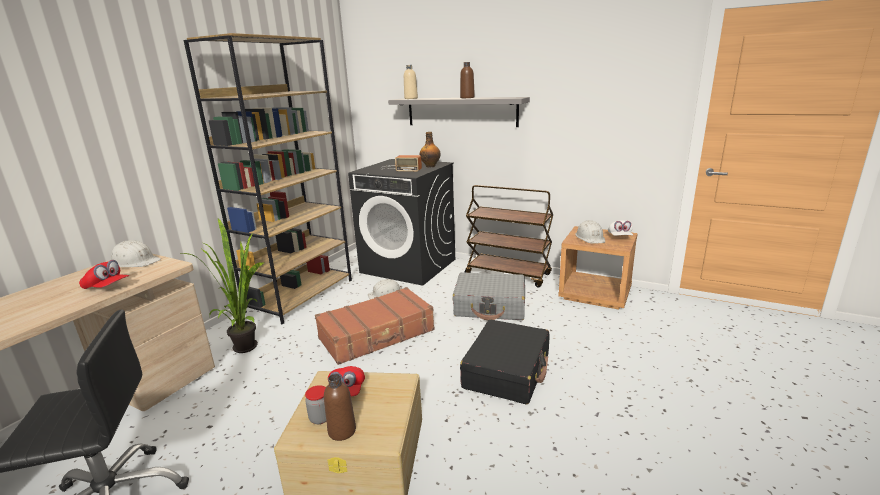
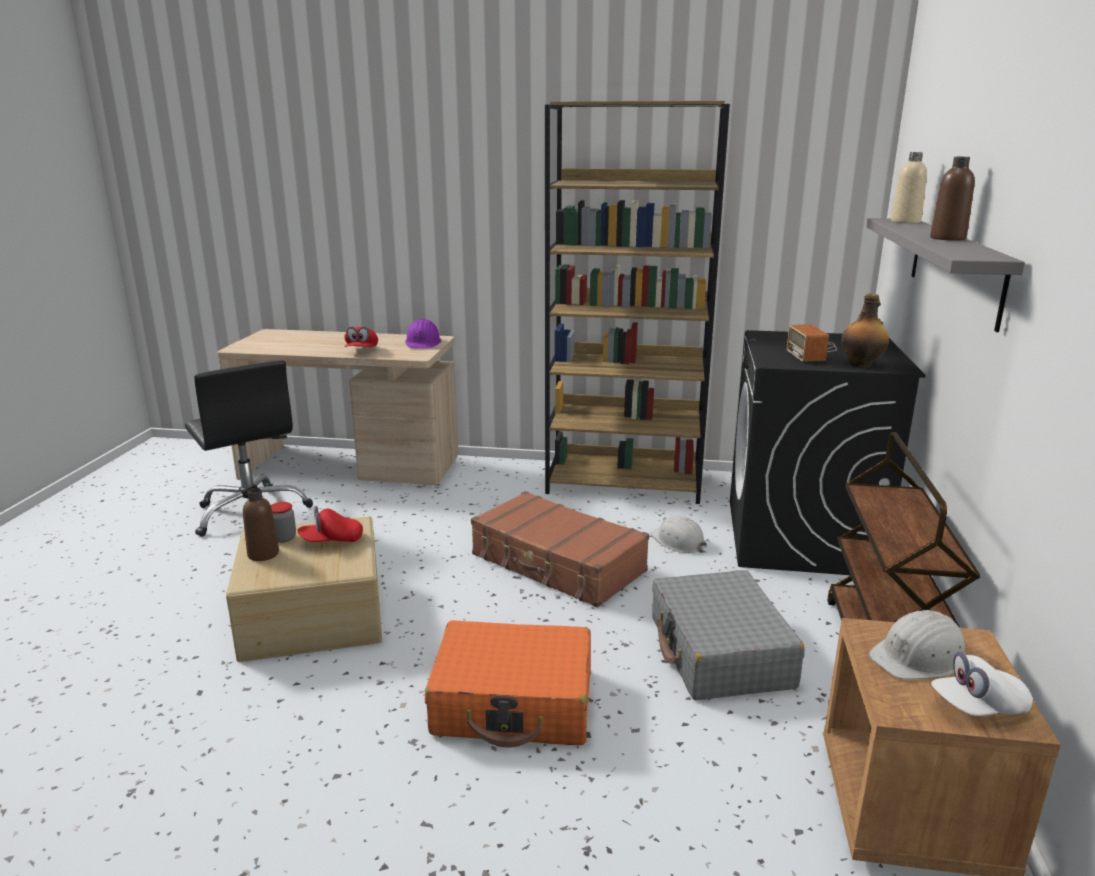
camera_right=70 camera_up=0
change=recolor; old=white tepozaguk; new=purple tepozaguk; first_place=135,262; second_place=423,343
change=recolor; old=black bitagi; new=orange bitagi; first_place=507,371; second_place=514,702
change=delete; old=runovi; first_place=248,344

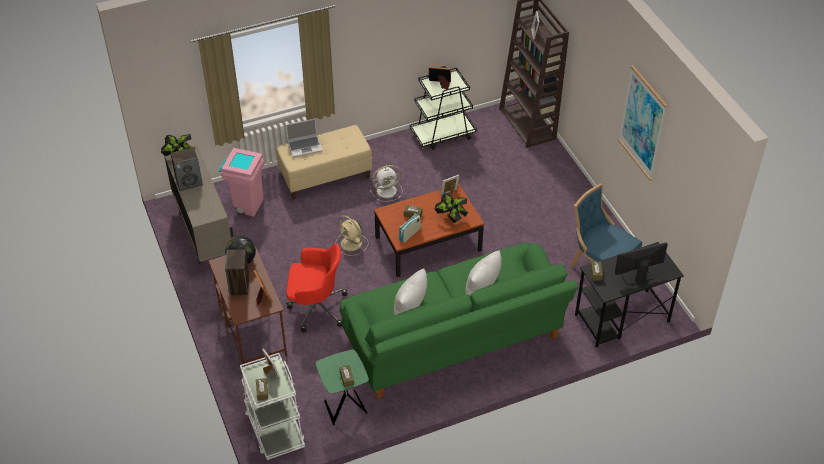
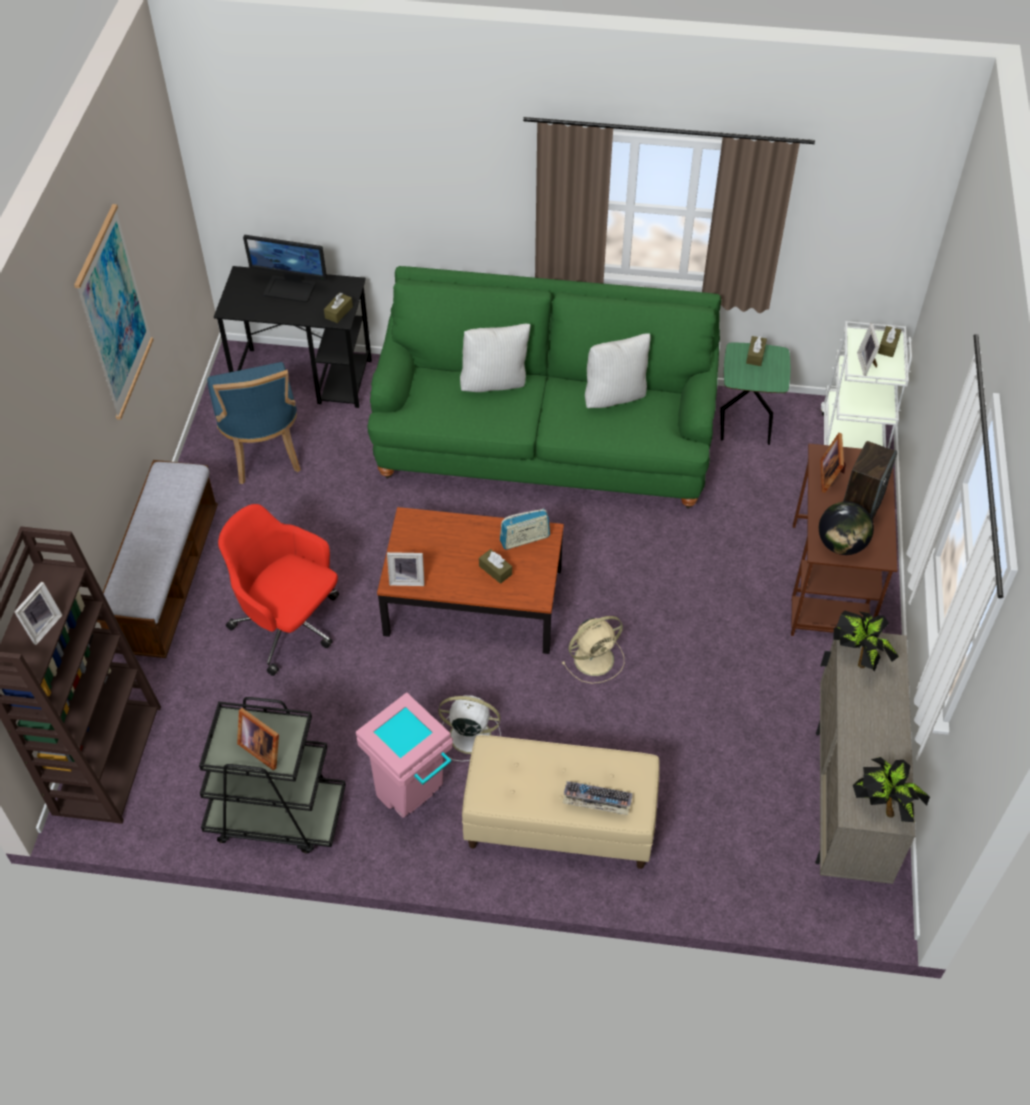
camera_right=-150 camera_up=5
change=insert; new=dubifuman; second_place=167,580
change=move; old=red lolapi; first_place=316,307; second_place=289,626
change=move; old=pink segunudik; first_place=246,205; second_place=413,798
change=rotate; old=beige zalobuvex; first_place=352,244; second_place=595,658; degrees=75
change=replace; old=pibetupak; new=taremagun; first_place=305,146; second_place=596,802
change=move; old=runovi; first_place=451,218; second_place=859,657
change=delete; old=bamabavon; first_place=189,182

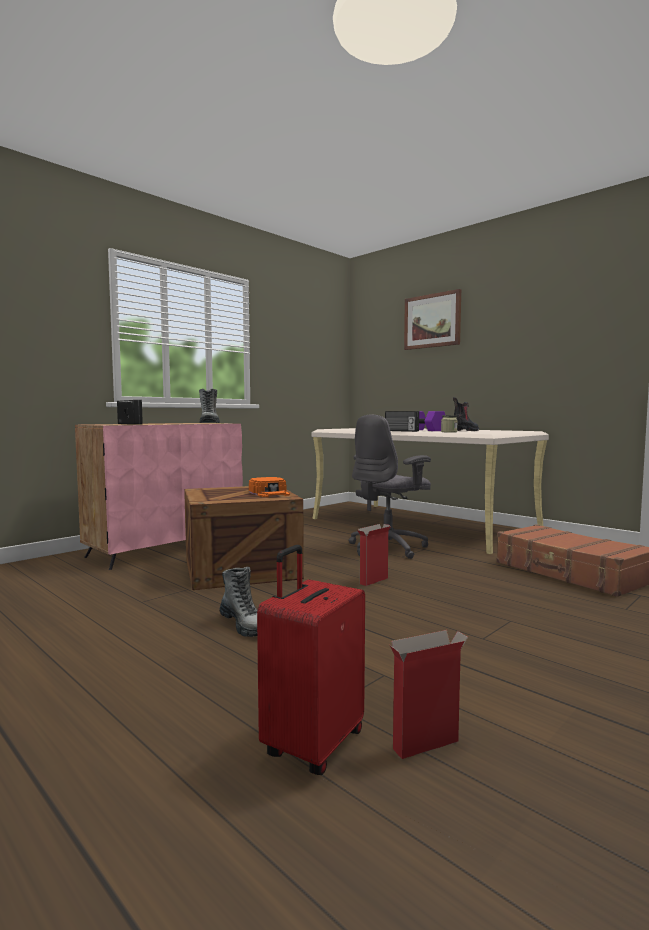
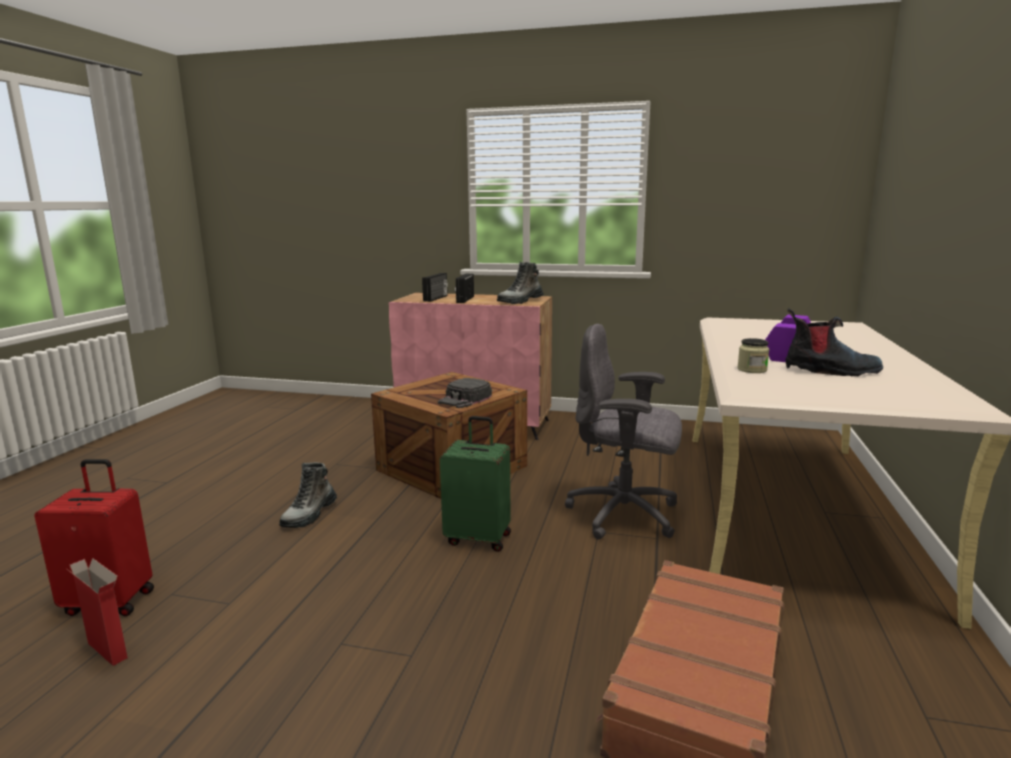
camera_right=60 camera_up=10
change=recolor; old=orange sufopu; new=black sufopu; first_place=269,493; second_place=464,399
change=replace; old=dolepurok; new=green bitagi; first_place=373,581; second_place=479,538
change=move; old=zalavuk; first_place=401,431; second_place=464,299
change=delete; old=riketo; first_place=432,321

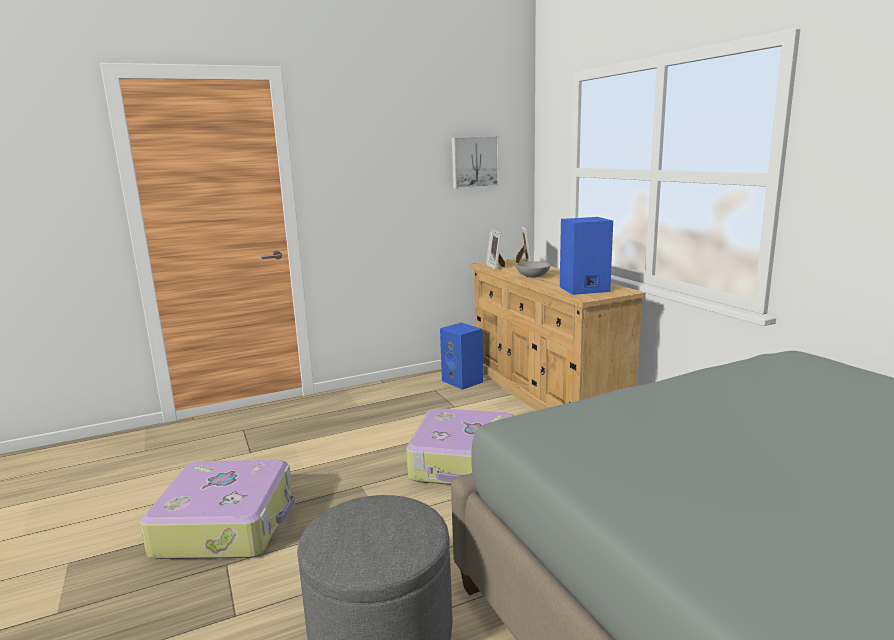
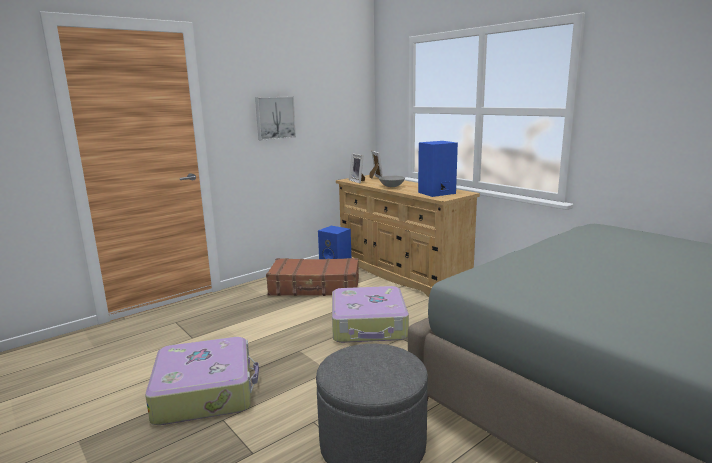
camera_right=-15 camera_up=0
change=move; old=riketo; first_place=474,162; second_place=274,118
change=insert; new=brown bitagi; second_place=315,287

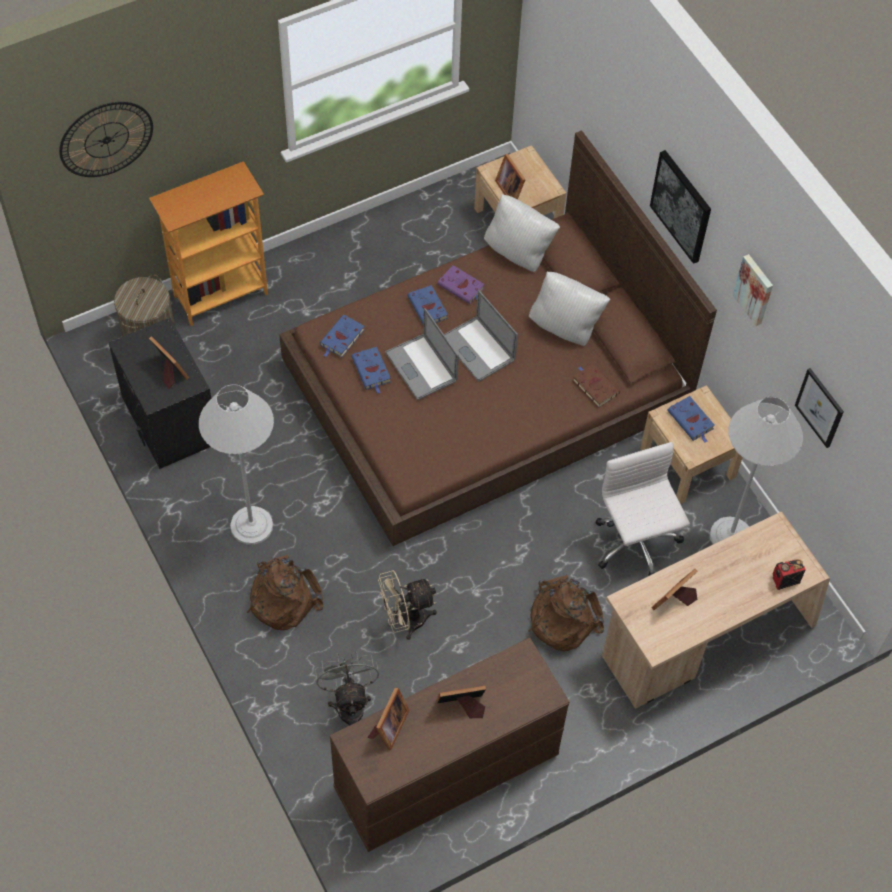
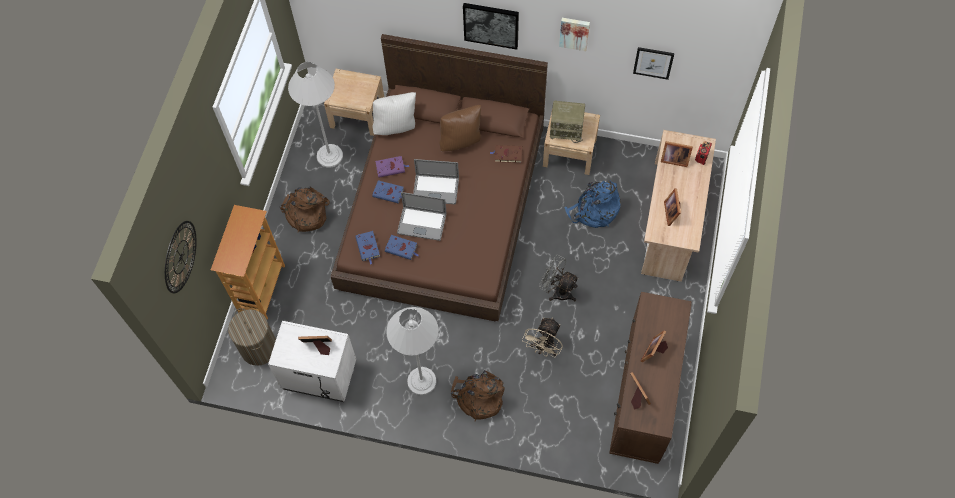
camera_right=-45 camera_up=5
change=recolor; old=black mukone; new=white mukone; first_place=168,423; second_place=319,376
change=move; old=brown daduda; first_place=562,618; second_place=306,214
change=move; old=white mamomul; first_place=730,536; second_place=329,156
change=recolor; old=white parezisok; new=brown parezisok; first_place=565,327; second_place=460,140
change=move; old=grey zalobuvex; first_place=350,704; second_place=558,291
change=replace; old=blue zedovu; new=zalavuk; first_place=691,421; second_place=567,129
change=replace; old=white lolapi; new=blue daduda; first_place=636,544; second_place=594,211
change=move; old=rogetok; first_place=511,189; second_place=673,159

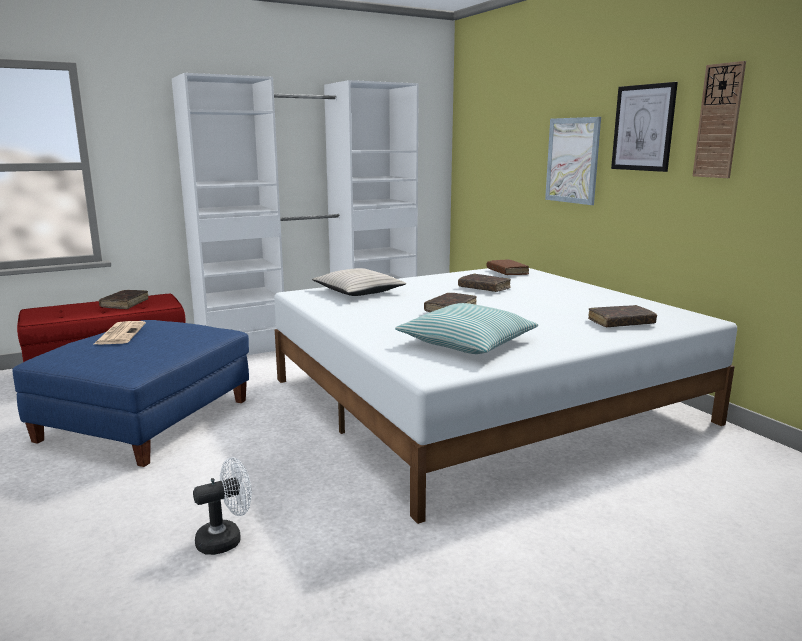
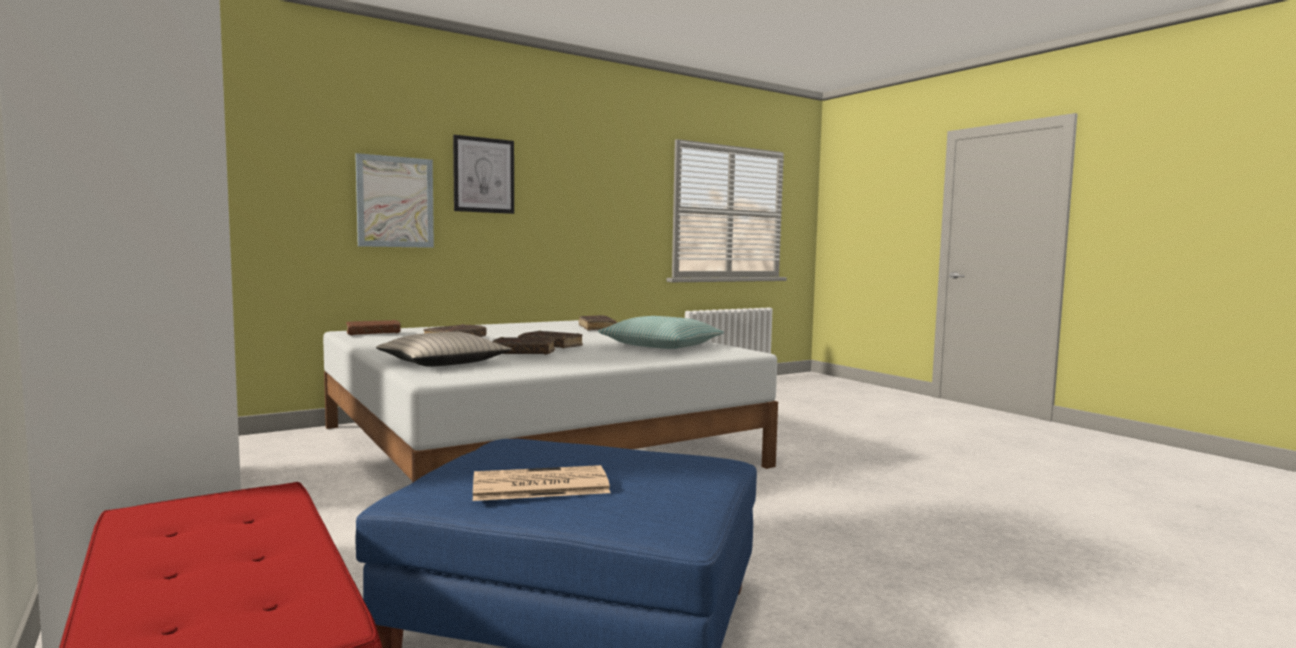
camera_right=-95 camera_up=-10
change=move; old=brown zedovu; first_place=125,304; second_place=523,353
change=delete; old=white zalobuvex; first_place=226,539
change=delete; old=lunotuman; first_place=719,121

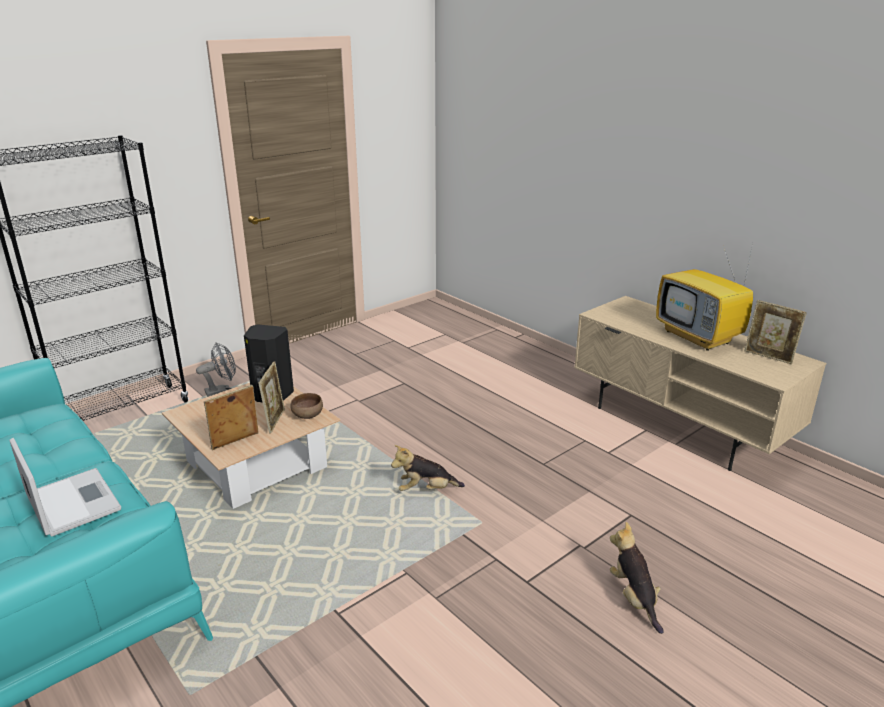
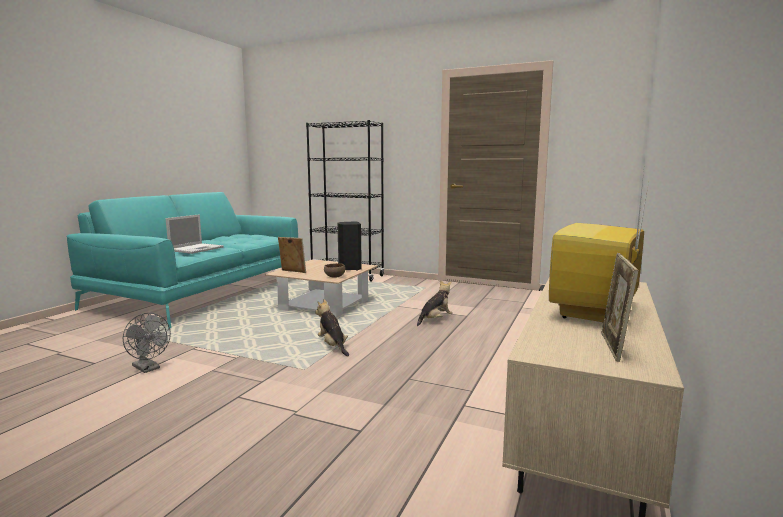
camera_right=65 camera_up=-15
change=move; old=grey zalobuvex; first_place=222,391; second_place=148,368
change=move; old=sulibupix; first_place=634,598; second_place=435,320
change=delete; old=rogetok; first_place=275,421

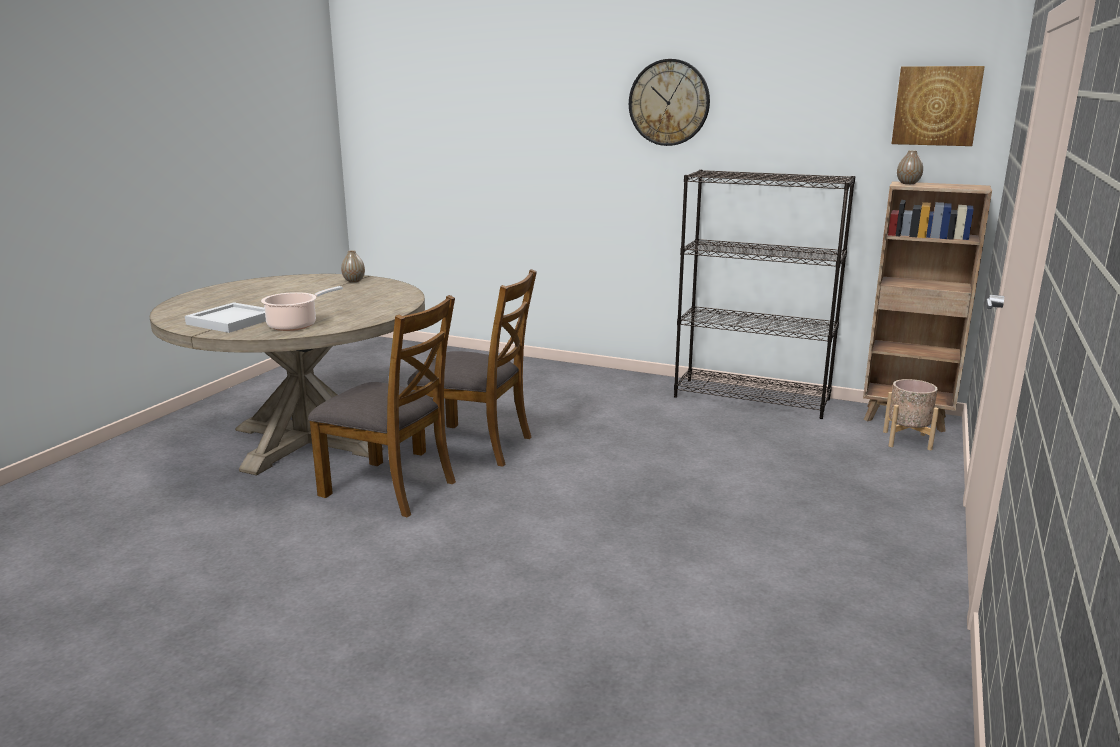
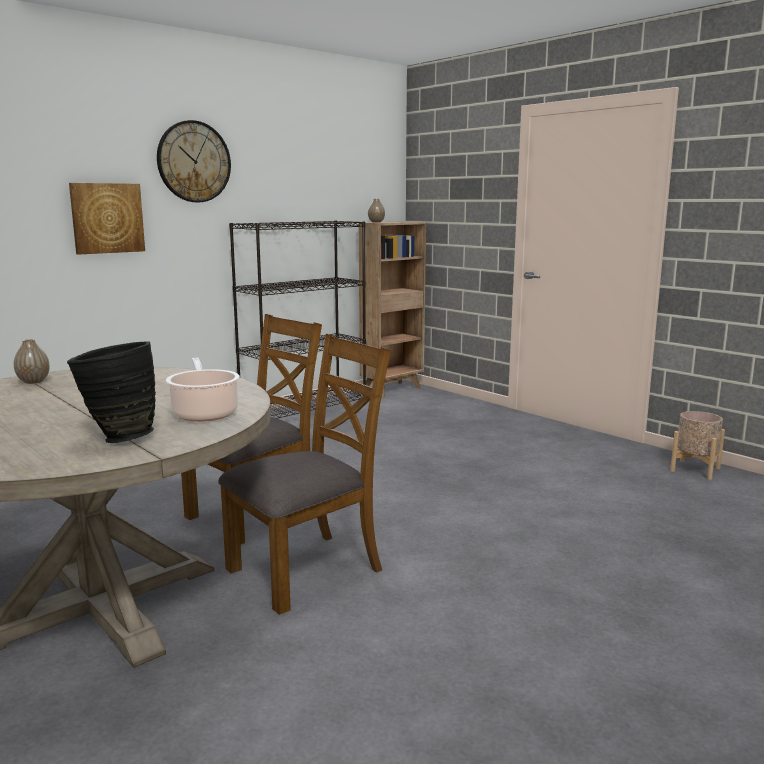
camera_right=-65 camera_up=-5
change=replace; old=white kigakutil; new=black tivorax; first_place=230,321; second_place=118,438
change=move; old=riketo; first_place=936,106; second_place=107,218
change=move; old=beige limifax; first_place=907,440; second_place=695,469

